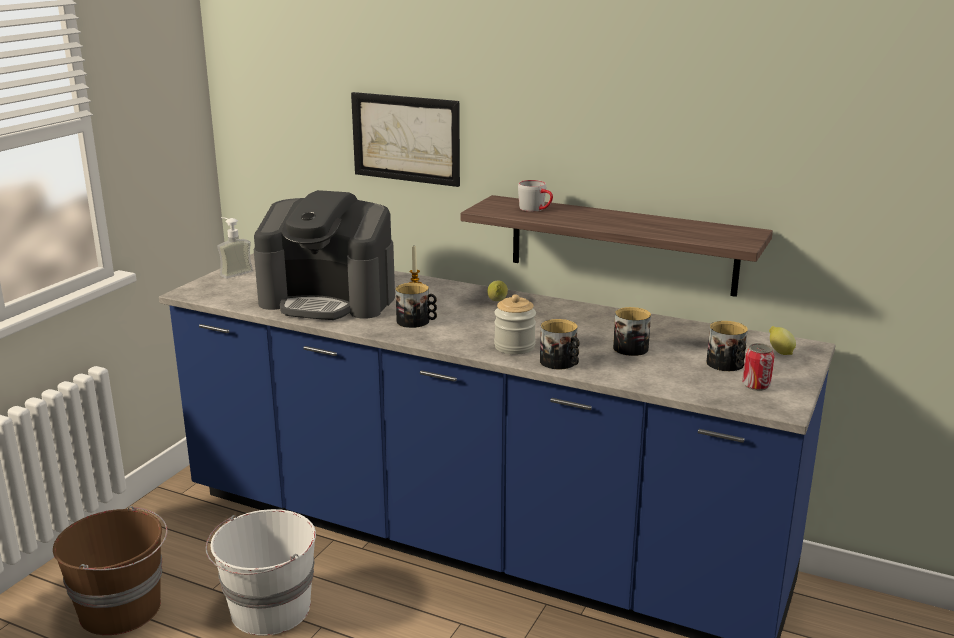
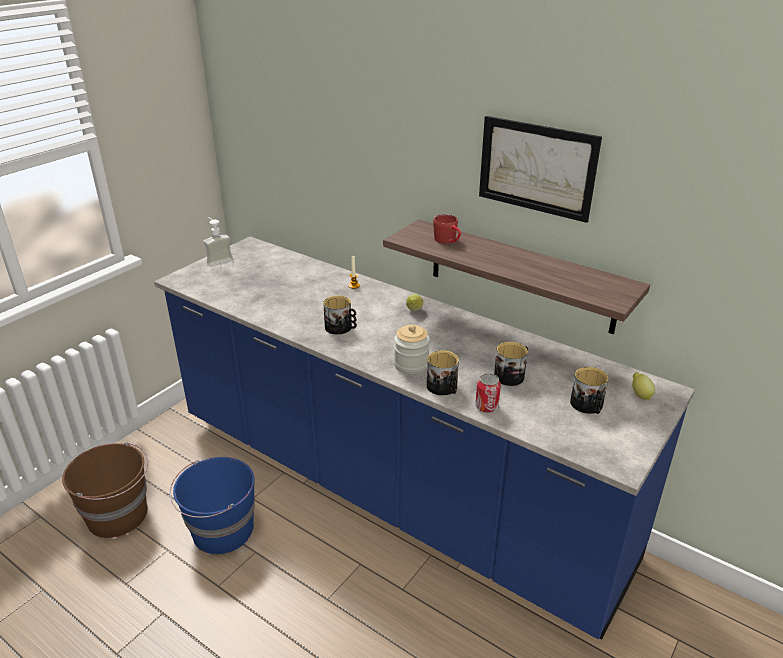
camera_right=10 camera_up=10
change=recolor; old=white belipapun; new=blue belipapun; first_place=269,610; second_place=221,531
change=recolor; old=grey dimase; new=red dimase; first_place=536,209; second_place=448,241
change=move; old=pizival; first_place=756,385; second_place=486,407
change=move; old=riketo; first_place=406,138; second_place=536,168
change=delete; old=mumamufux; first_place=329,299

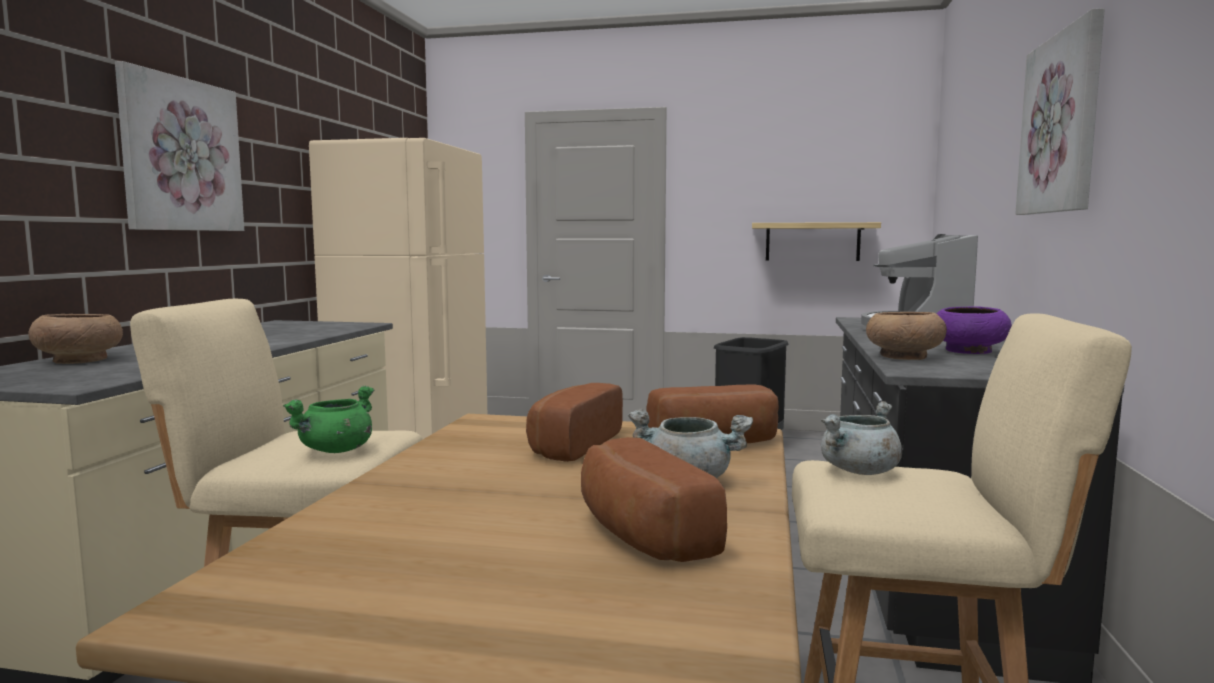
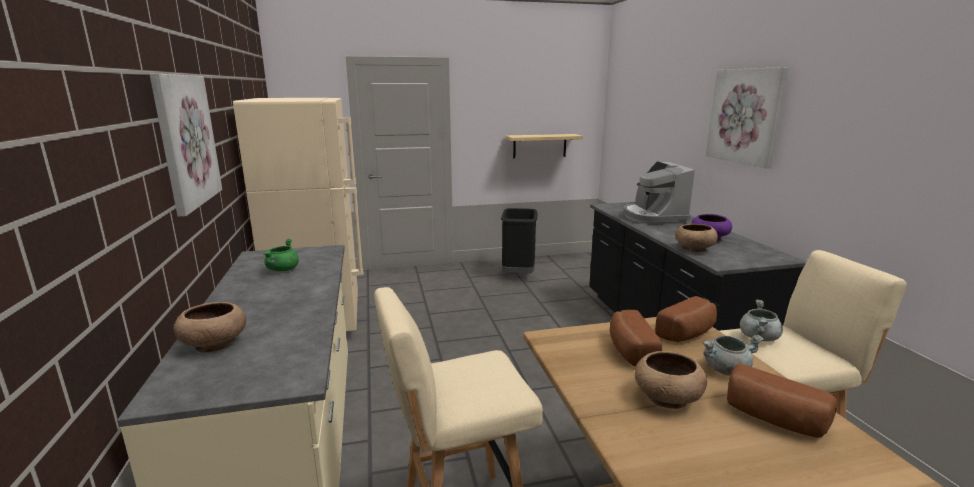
camera_right=-25 camera_up=10
change=move; old=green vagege; first_place=336,450; second_place=283,270
change=insert; new=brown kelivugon; second_place=666,397

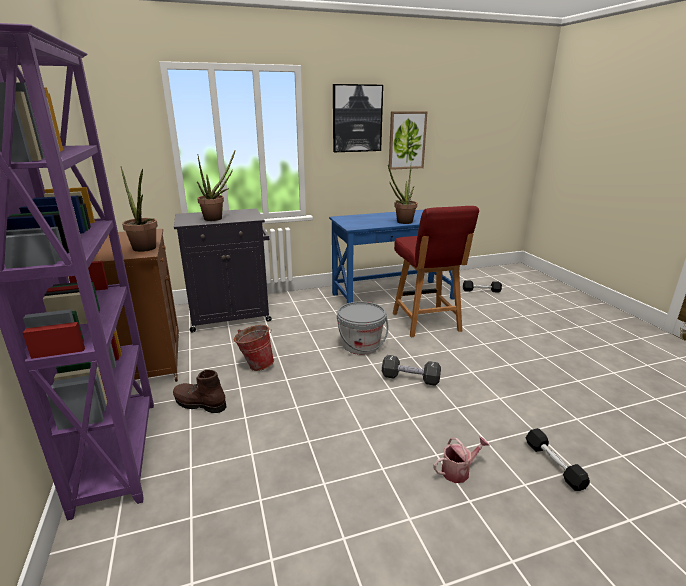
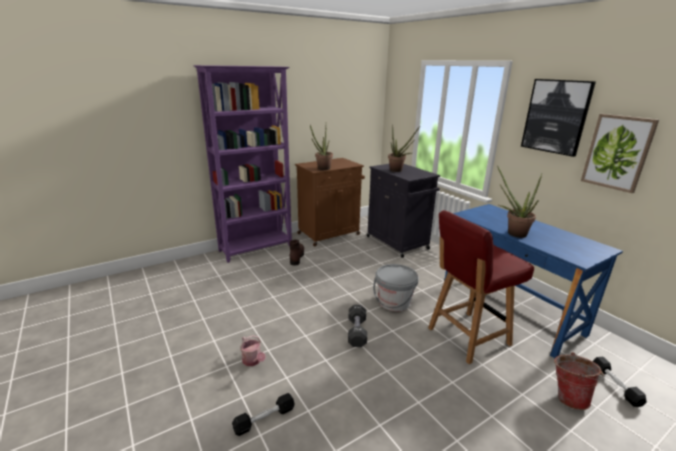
camera_right=75 camera_up=0
change=move; old=belipapun; first_place=256,365; second_place=568,396

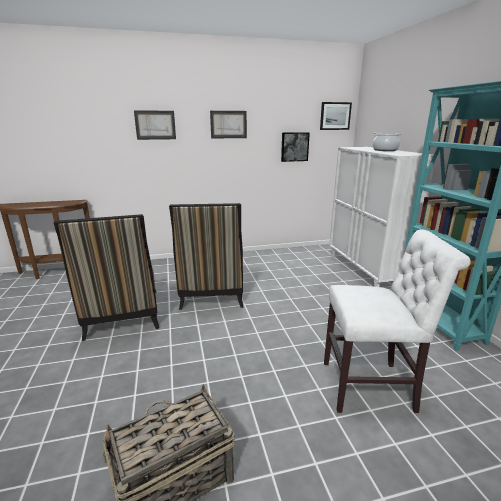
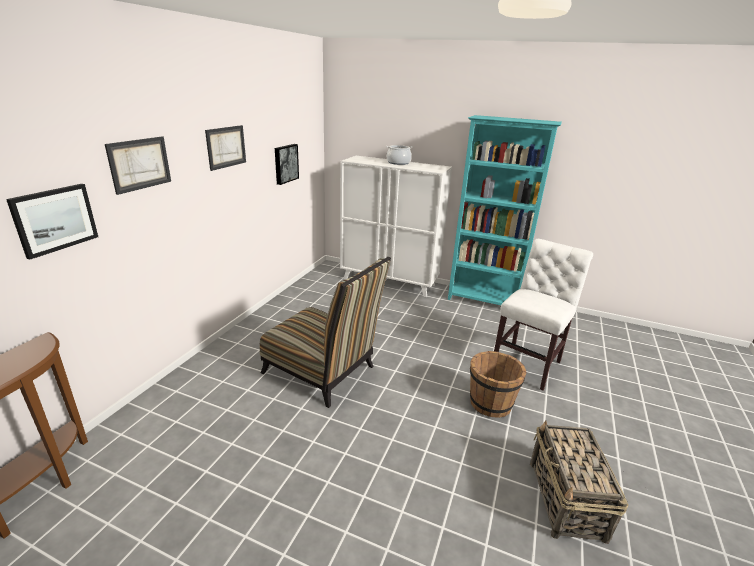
camera_right=-55 camera_up=5
change=move; old=riketo; first_place=335,116; second_place=55,219
change=insert; new=brown belipapun; second_place=490,403
change=delete; old=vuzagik; first_place=123,316

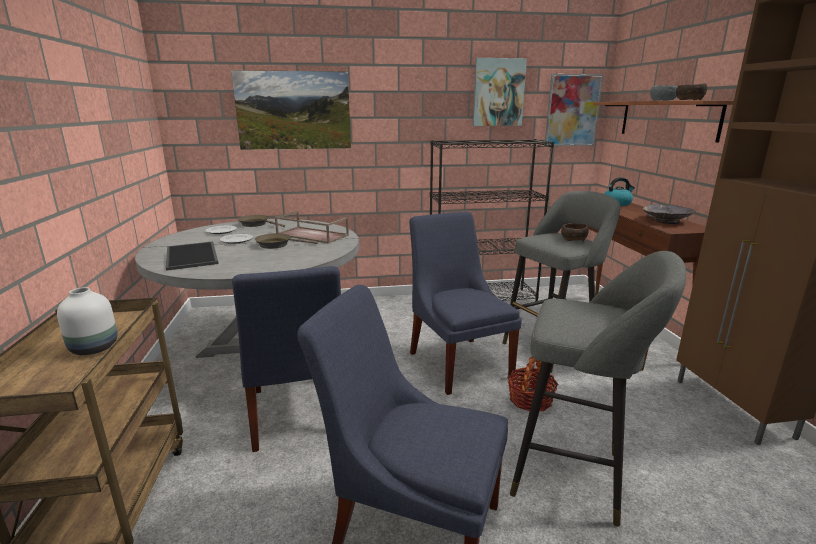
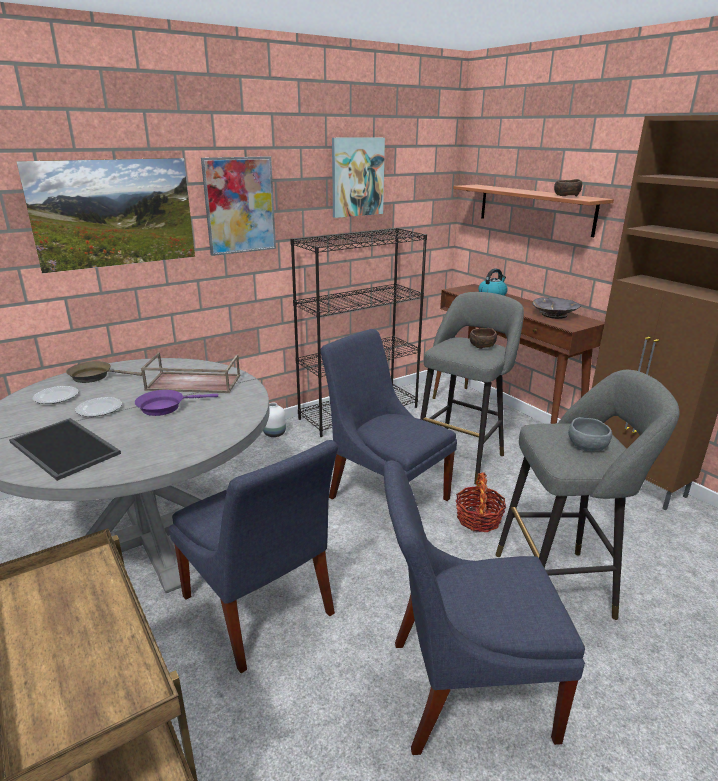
camera_right=-25 camera_up=5
change=recolor; old=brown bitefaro; new=purple bitefaro; first_place=277,245; second_place=165,407
change=move; old=riketo; first_place=572,110; second_place=239,205
change=move; old=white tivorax; first_place=95,347; second_place=274,433
change=move; old=grey kelivugon; first_place=663,100; second_place=588,445

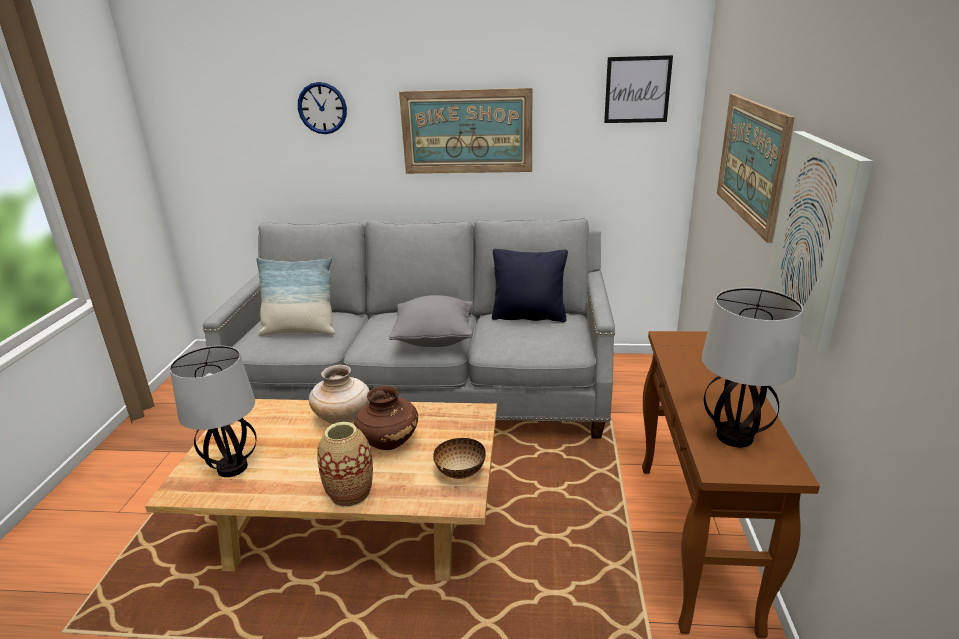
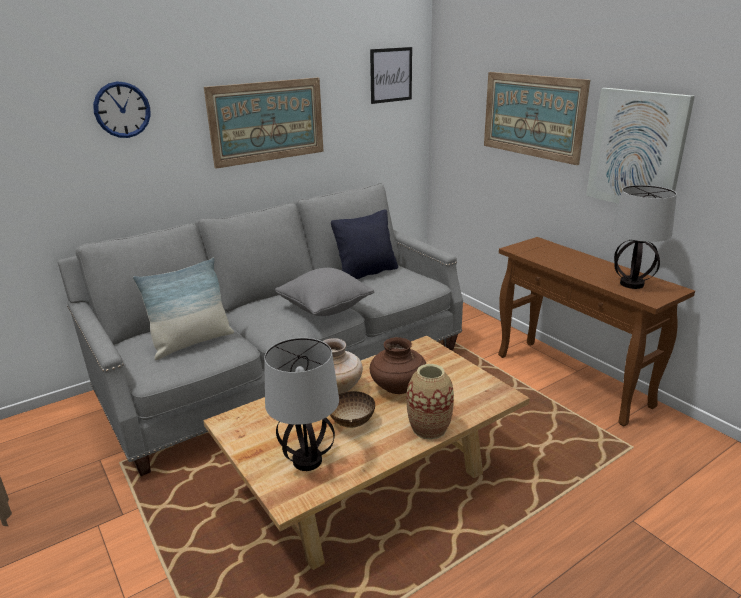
camera_right=-40 camera_up=0
change=move; old=kelivugon; first_place=460,472; second_place=351,422

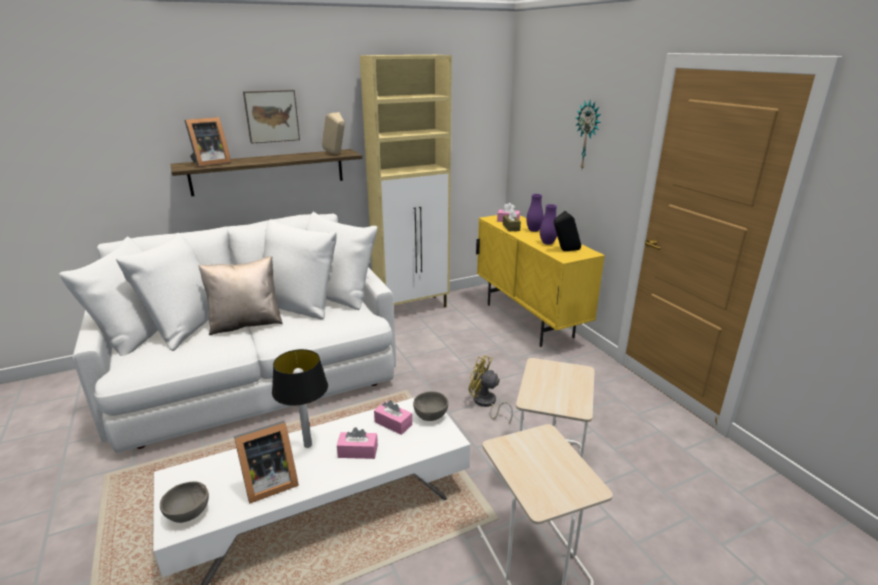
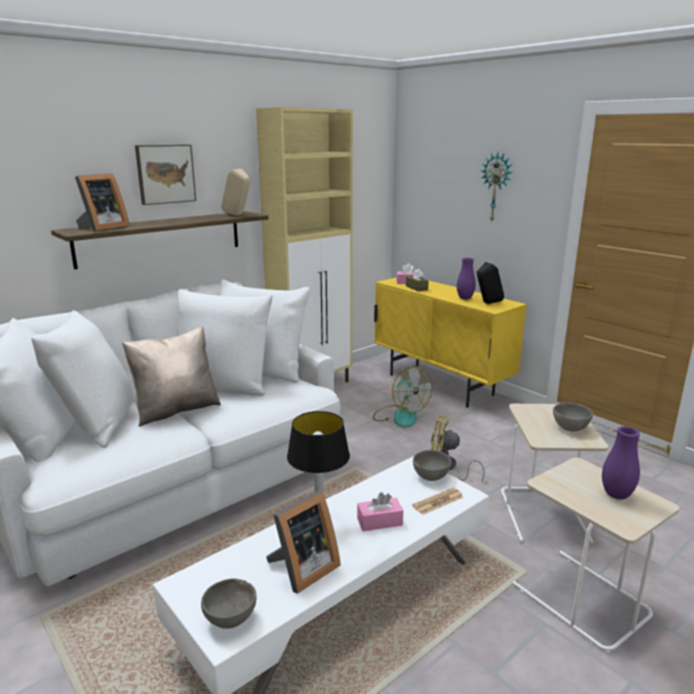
camera_right=-15 camera_up=-5
change=insert; new=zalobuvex; second_place=400,416
change=insert; new=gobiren; second_place=438,501
change=insert; new=grey kelivugon; second_place=569,428
change=move; old=purple tivorax; first_place=534,230; second_place=616,495
change=delete; old=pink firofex; first_place=393,423

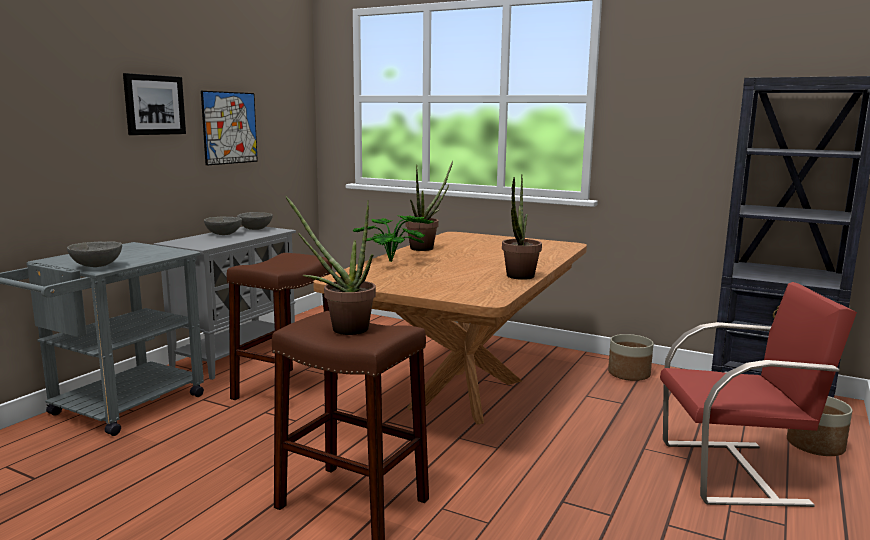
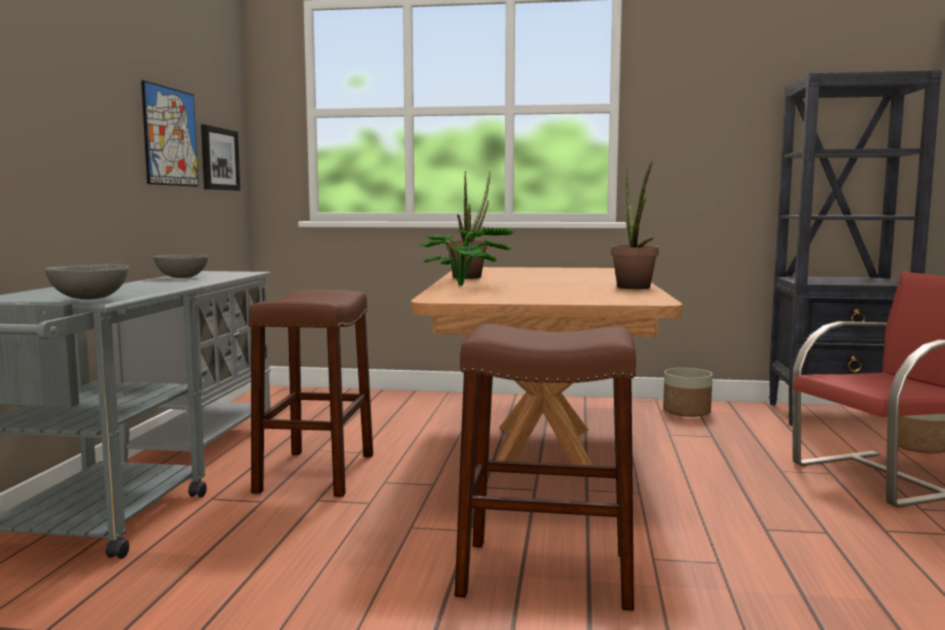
camera_right=-20 camera_up=-5
change=move; old=riketo; first_place=154,105; second_place=219,159
change=delete; old=grey kelivugon; first_place=255,229
change=delete; old=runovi; first_place=342,329

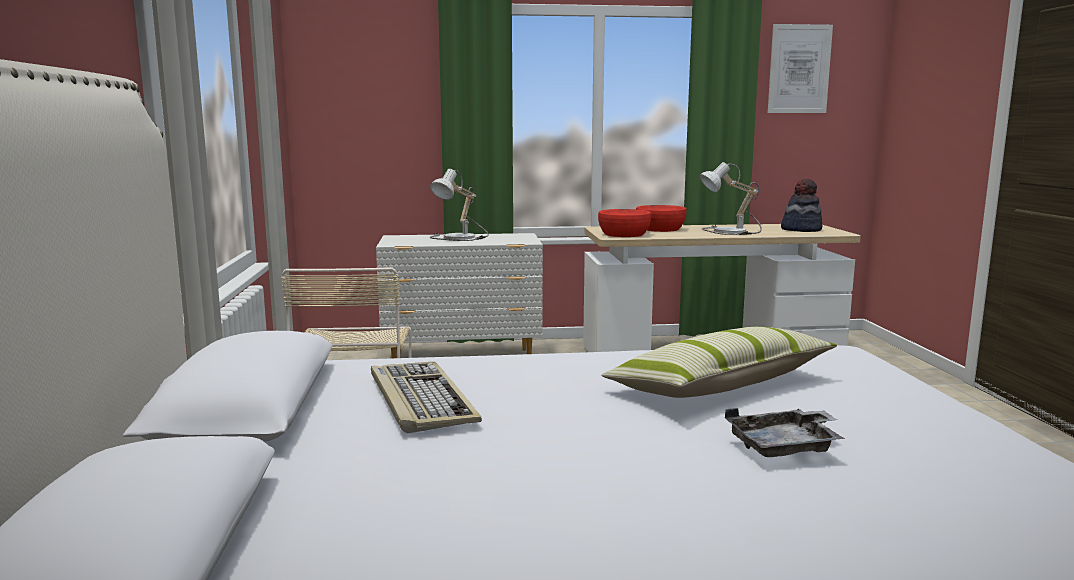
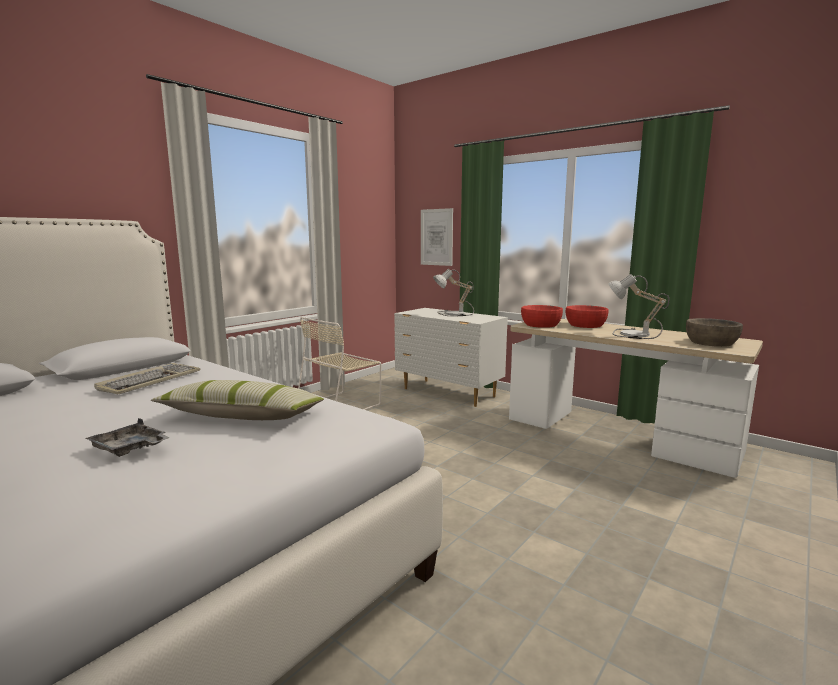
camera_right=45 camera_up=0
change=move; old=riketo; first_place=799,69; second_place=436,237
change=replace; old=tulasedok; new=brown kelivugon; first_place=801,229; second_place=711,342

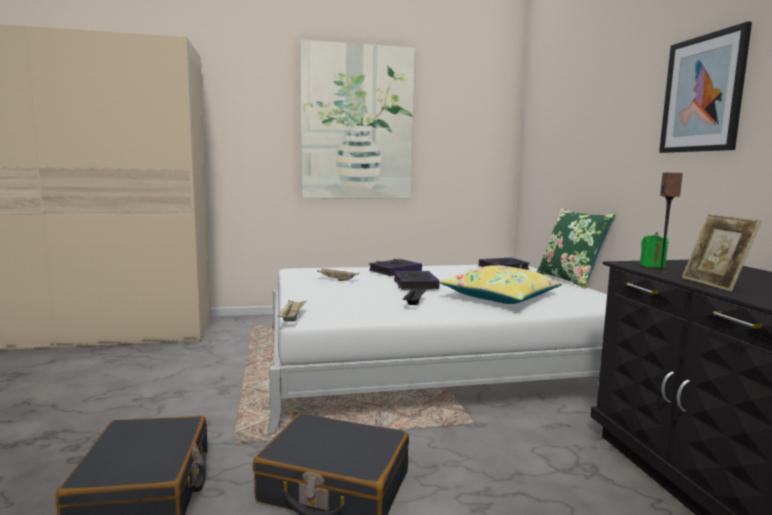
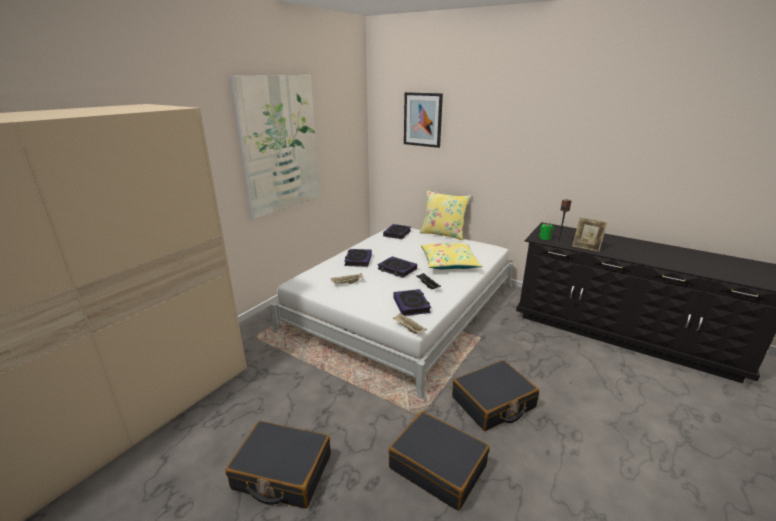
camera_right=-45 camera_up=15
change=insert; new=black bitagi; second_place=282,472
change=insert; new=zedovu; second_place=411,305
change=move; old=riketo; first_place=703,94; second_place=422,119
change=recolor; old=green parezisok; new=yellow parezisok; first_place=570,280; second_place=443,234

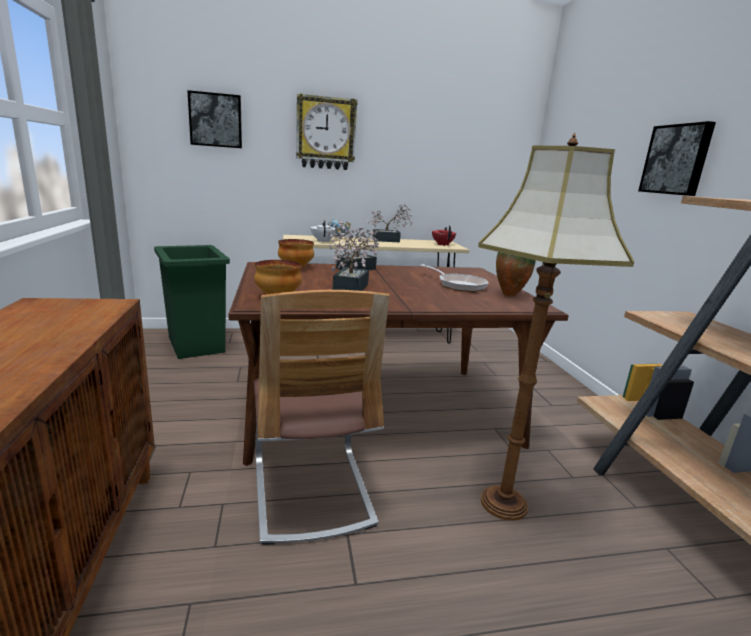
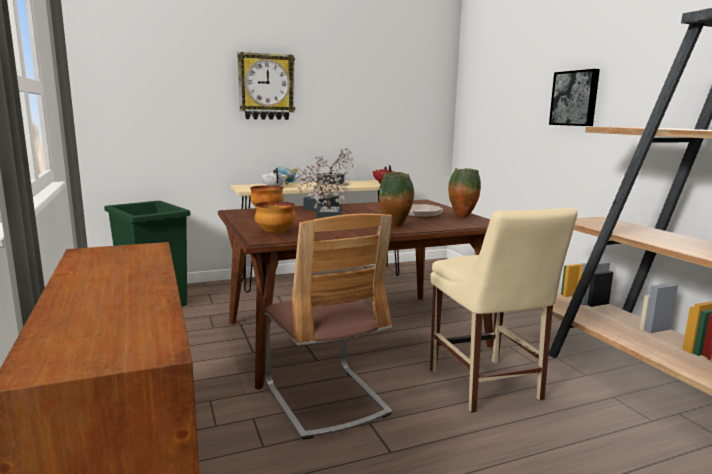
camera_right=-10 camera_up=-5
change=insert; new=tivorax; second_place=395,227
change=replace; old=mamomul; new=beige vuzagik; first_place=504,505; second_place=487,387
change=delete; old=riketo; first_place=216,120

